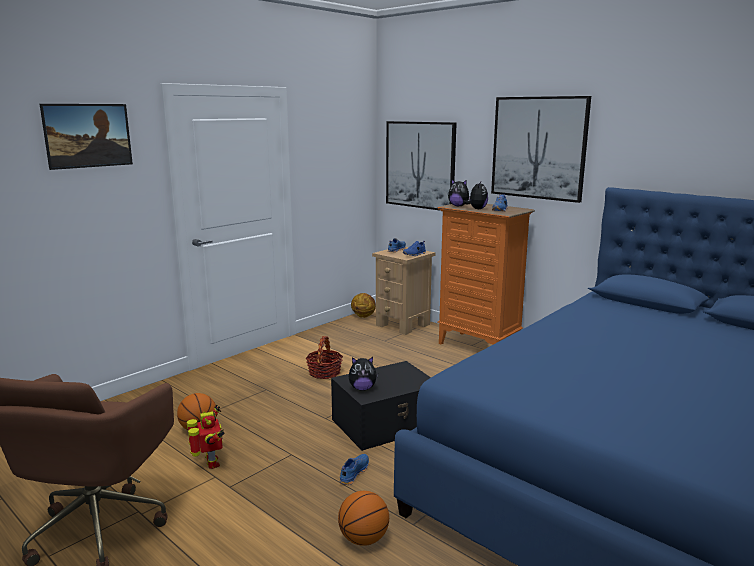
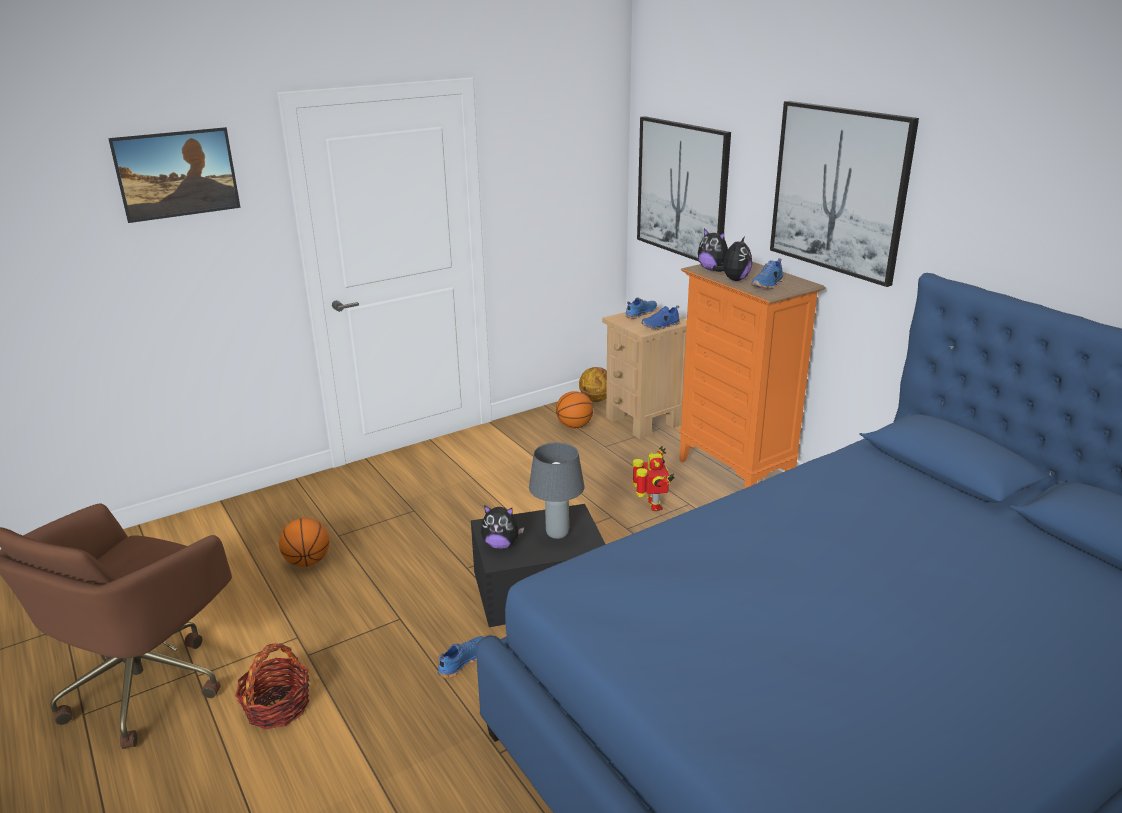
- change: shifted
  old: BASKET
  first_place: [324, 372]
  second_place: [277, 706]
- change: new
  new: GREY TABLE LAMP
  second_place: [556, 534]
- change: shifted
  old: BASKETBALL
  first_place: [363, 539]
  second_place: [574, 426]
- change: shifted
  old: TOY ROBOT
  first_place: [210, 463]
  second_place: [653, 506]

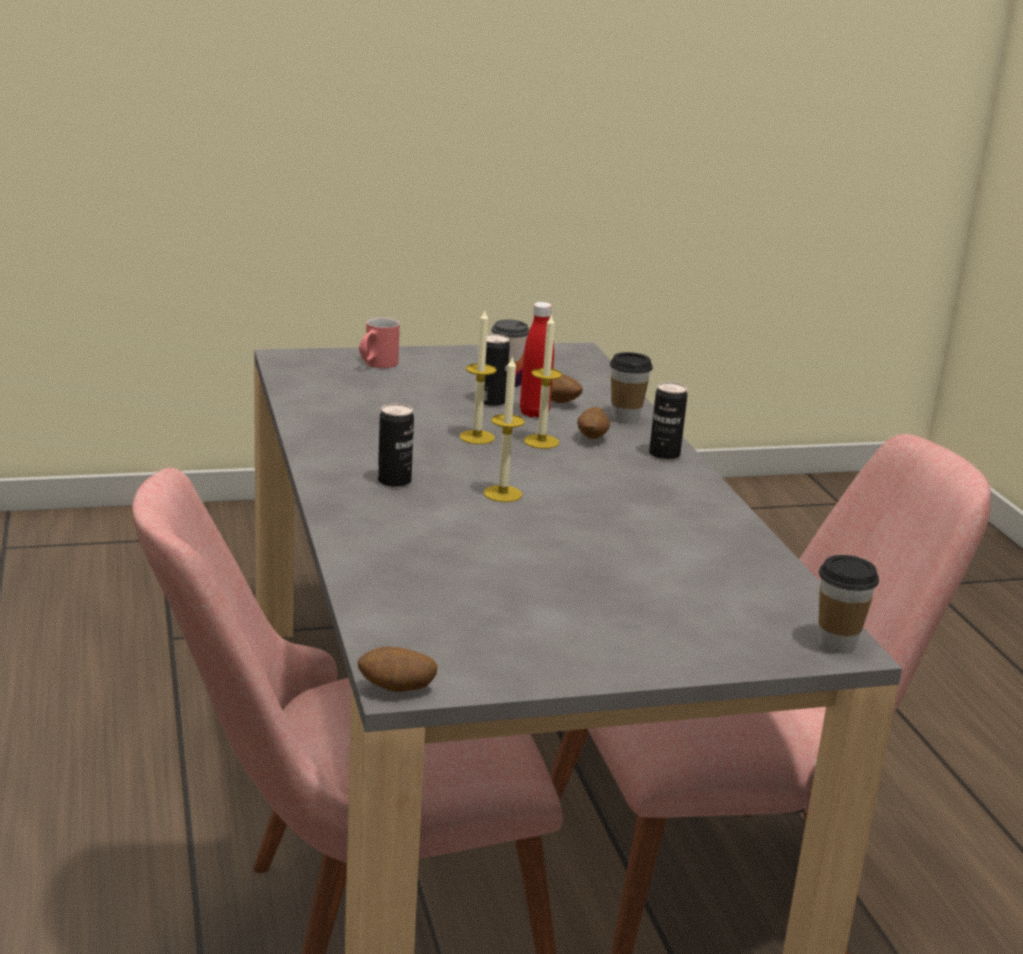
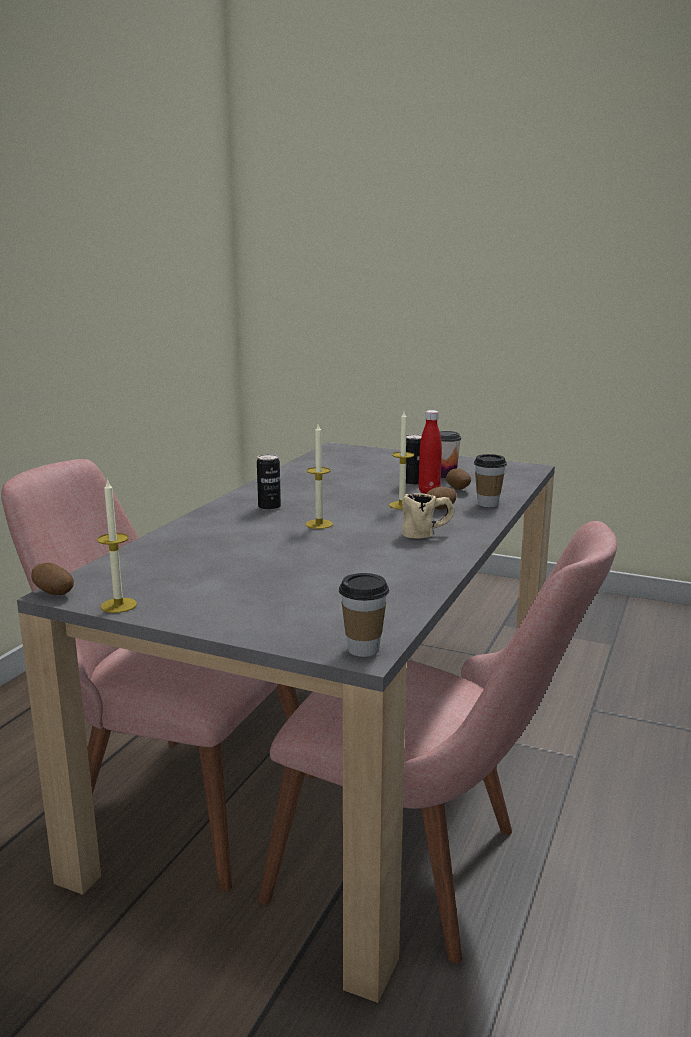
- change: shifted
  old: CANDLE
  first_place: [477, 437]
  second_place: [118, 605]
- change: new
  new: BEIGE MUG
  second_place: [427, 533]
- change: gone
  old: RED MUG
  first_place: [376, 365]
- change: gone
  old: CAN
  first_place: [664, 455]

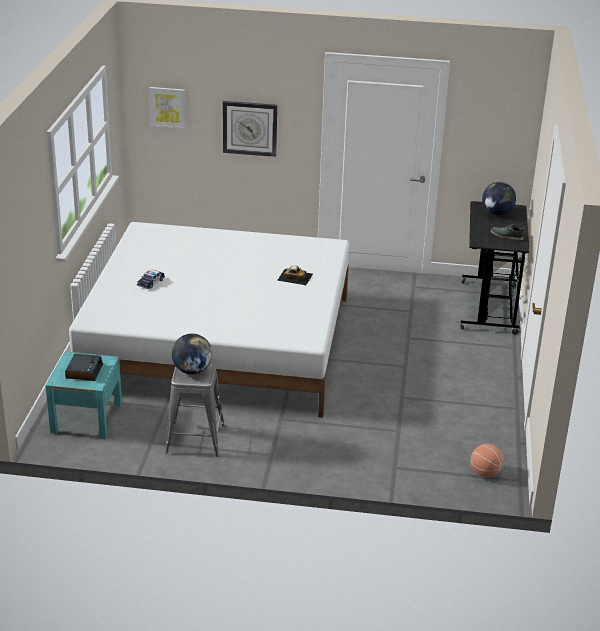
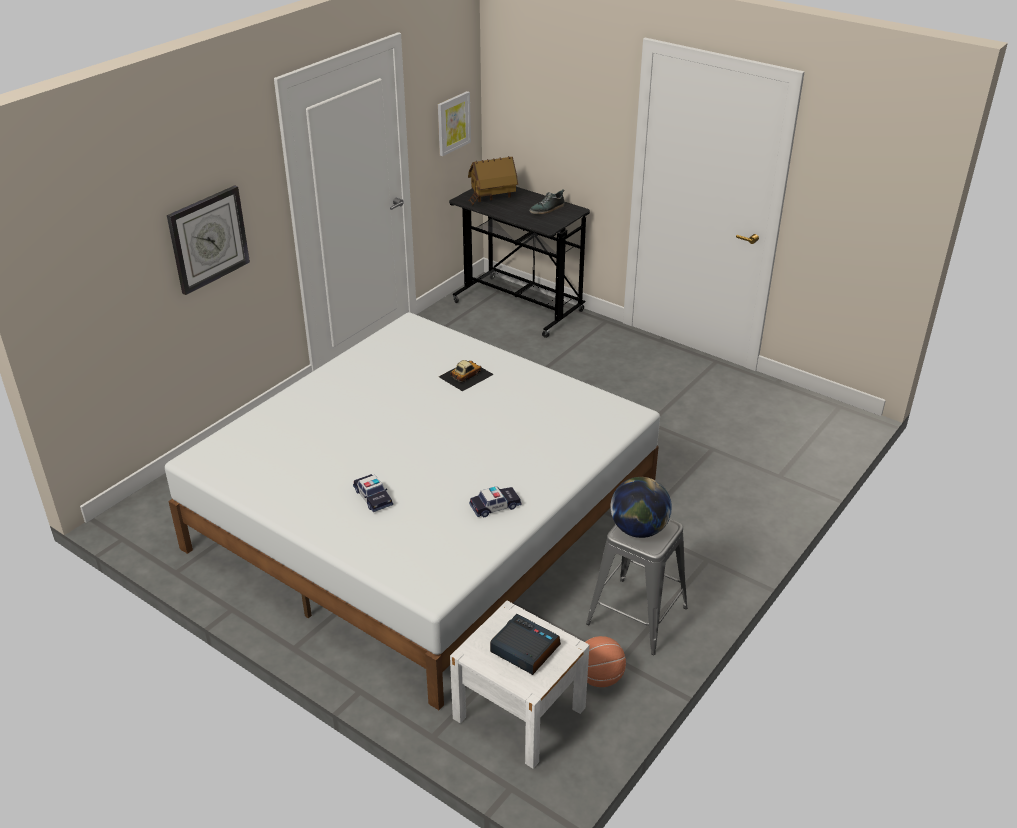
- change: shifted
  old: PICTURE
  first_place: [167, 107]
  second_place: [453, 123]
- change: repainted
  old: TURQUOISE NIGHTSTAND
  new: WHITE NIGHTSTAND
  first_place: [86, 418]
  second_place: [519, 713]
- change: swapped
  old: GLOBE
  new: TOY HOUSE
  first_place: [497, 213]
  second_place: [492, 197]
- change: new
  new: TOY CAR
  second_place: [495, 506]
- change: shifted
  old: BASKETBALL
  first_place: [485, 473]
  second_place: [600, 677]

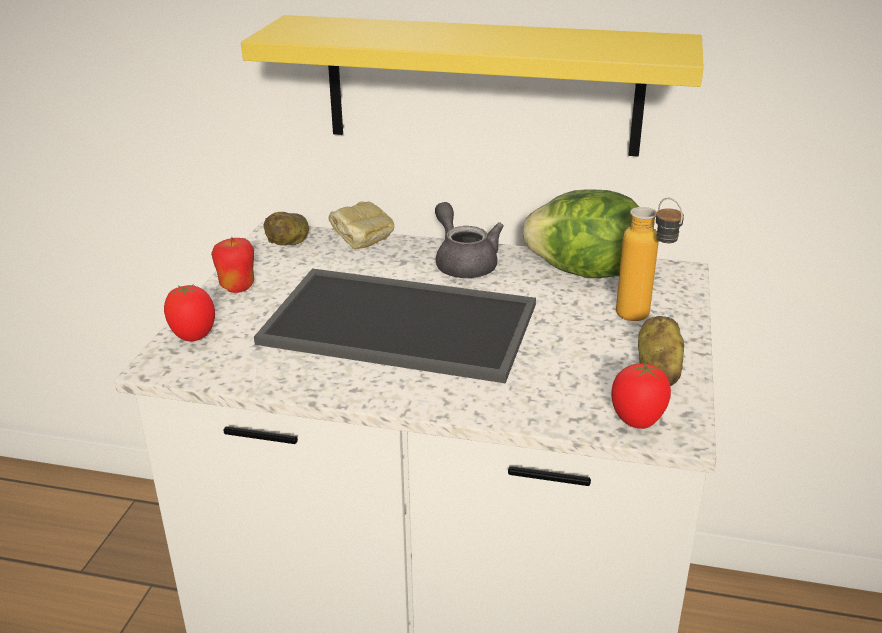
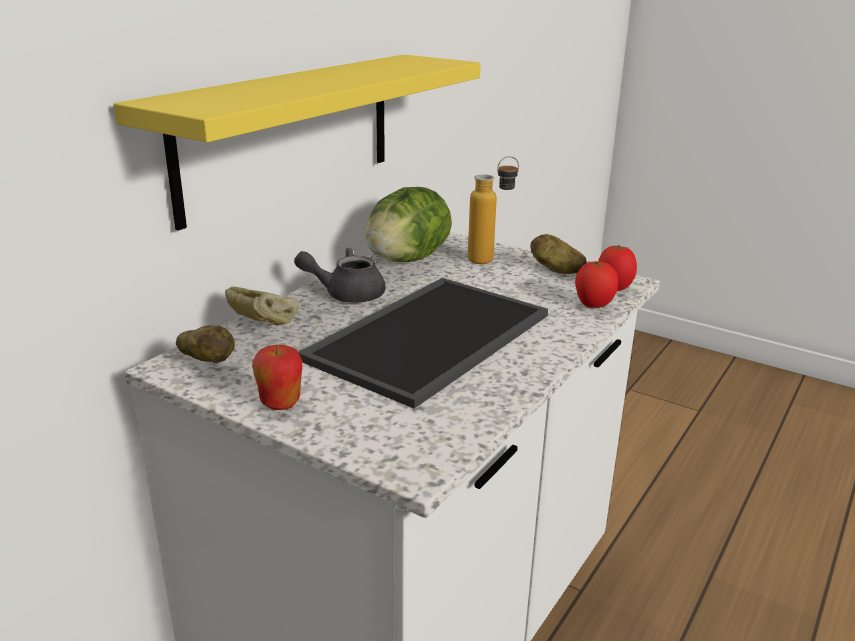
- change: shifted
  old: TOMATO
  first_place: [194, 337]
  second_place: [593, 306]

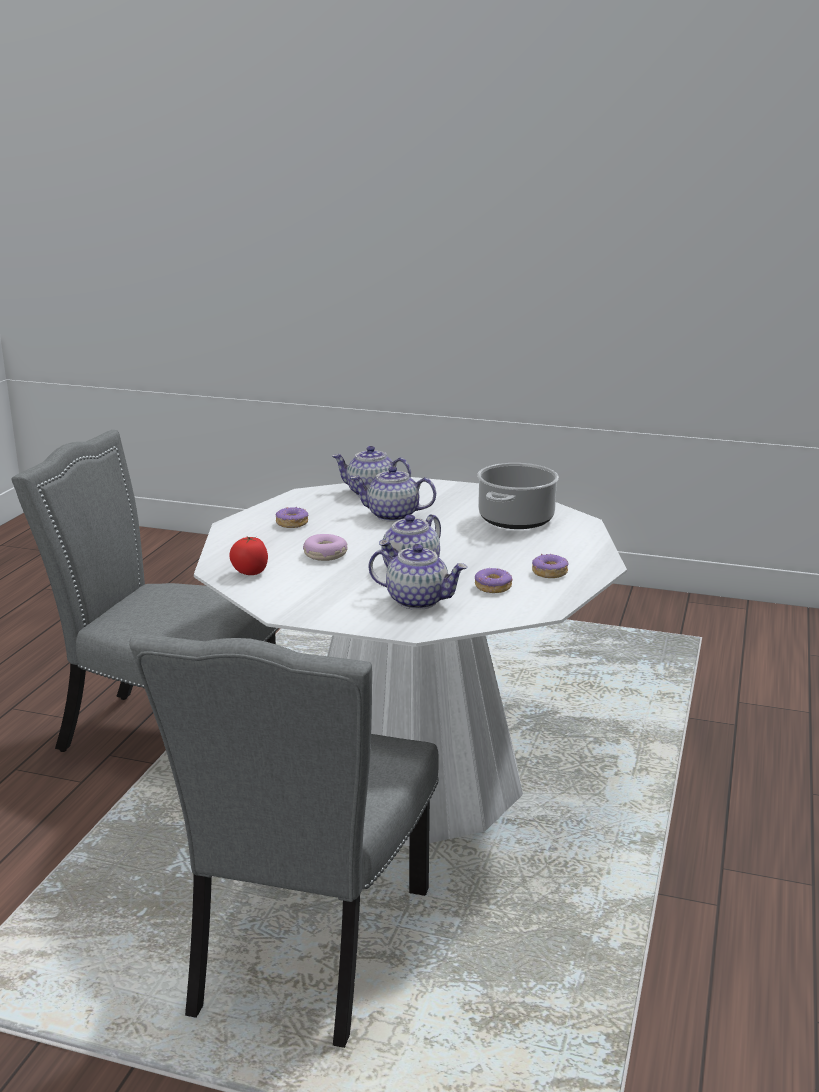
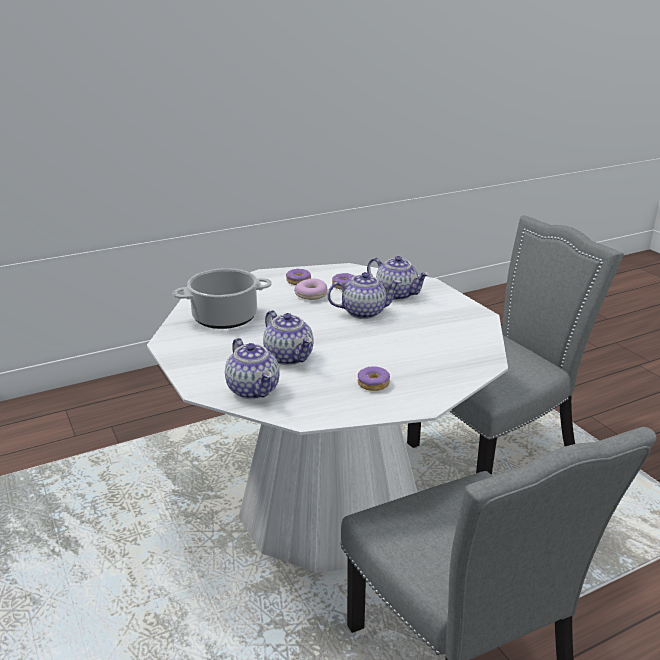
- change: shifted
  old: DONUT
  first_place: [325, 555]
  second_place: [311, 295]
- change: rotated
  old: TEAPOT
  first_place: [418, 600]
  second_place: [397, 294]
  degrees: 150
- change: gone
  old: TOMATO
  first_place: [249, 573]

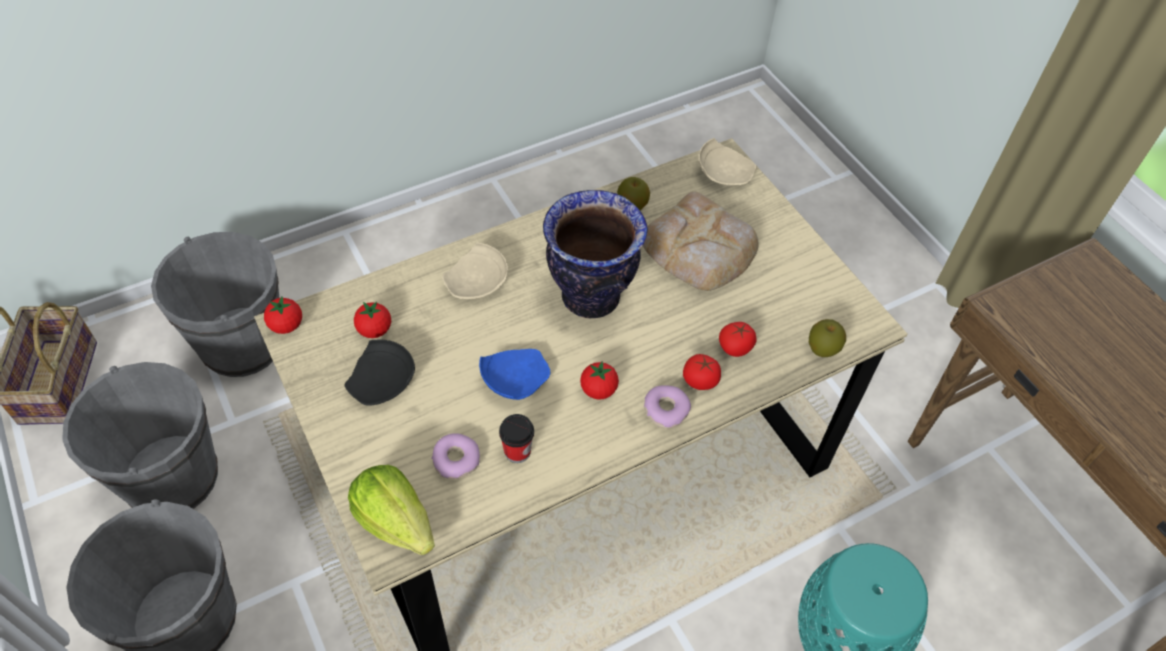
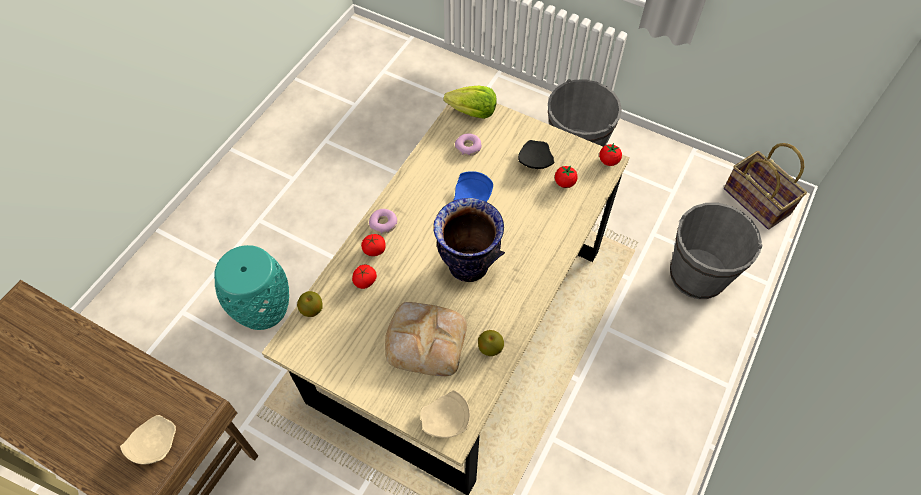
- change: shifted
  old: BEIGE PLATE
  first_place: [477, 283]
  second_place: [153, 444]
- change: gone
  old: GREY BUCKET
  first_place: [172, 477]
- change: gone
  old: CUP
  first_place: [517, 451]
- change: gone
  old: TOMATO
  first_place: [598, 390]

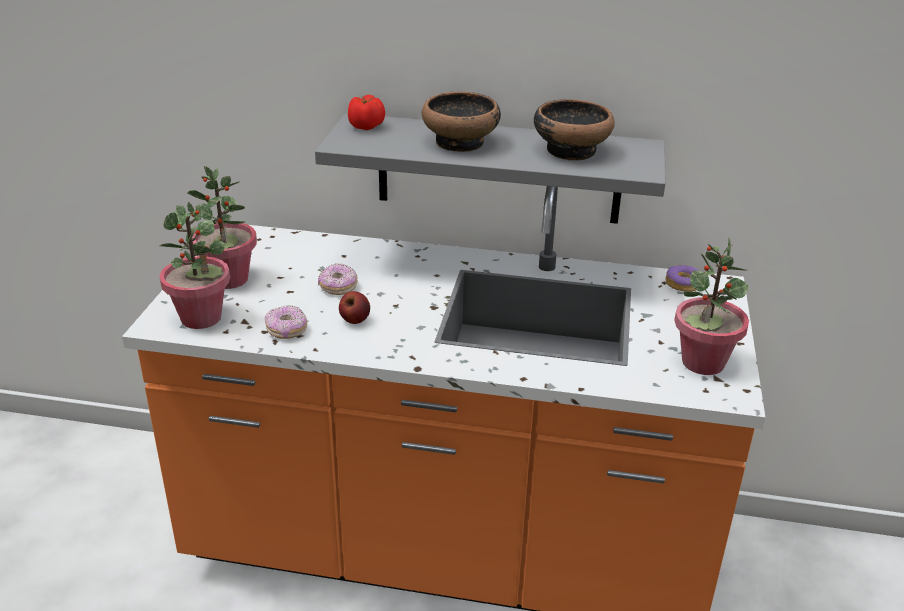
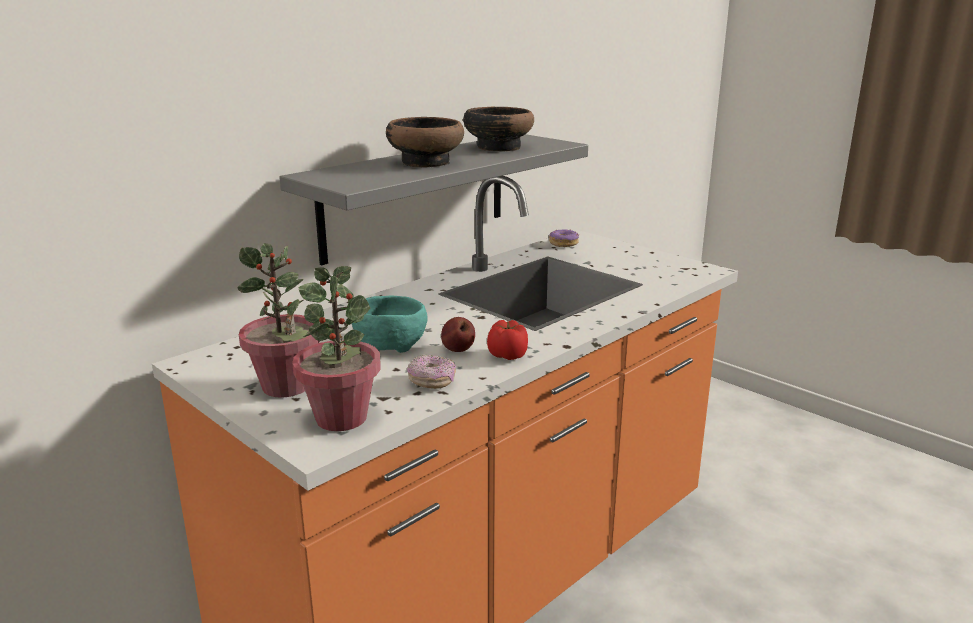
- change: swapped
  old: DONUT
  new: TURQUOISE BOWL
  first_place: [338, 287]
  second_place: [389, 342]
- change: shifted
  old: TOMATO
  first_place: [367, 126]
  second_place: [508, 355]
- change: gone
  old: POTTED PLANT
  first_place: [702, 363]

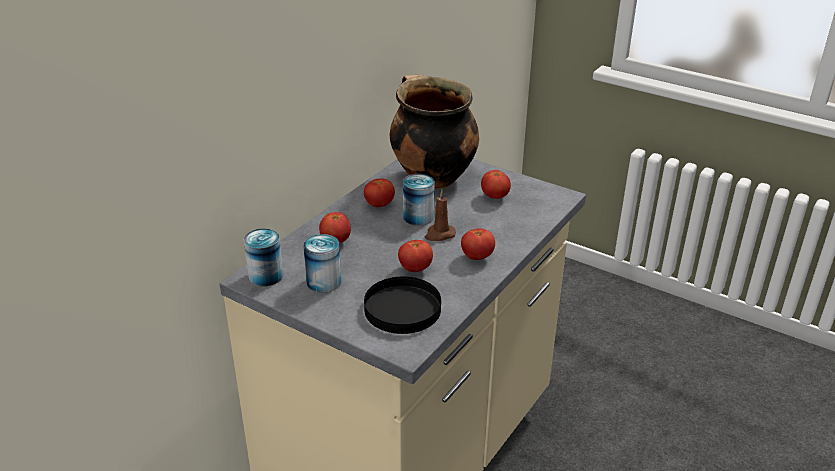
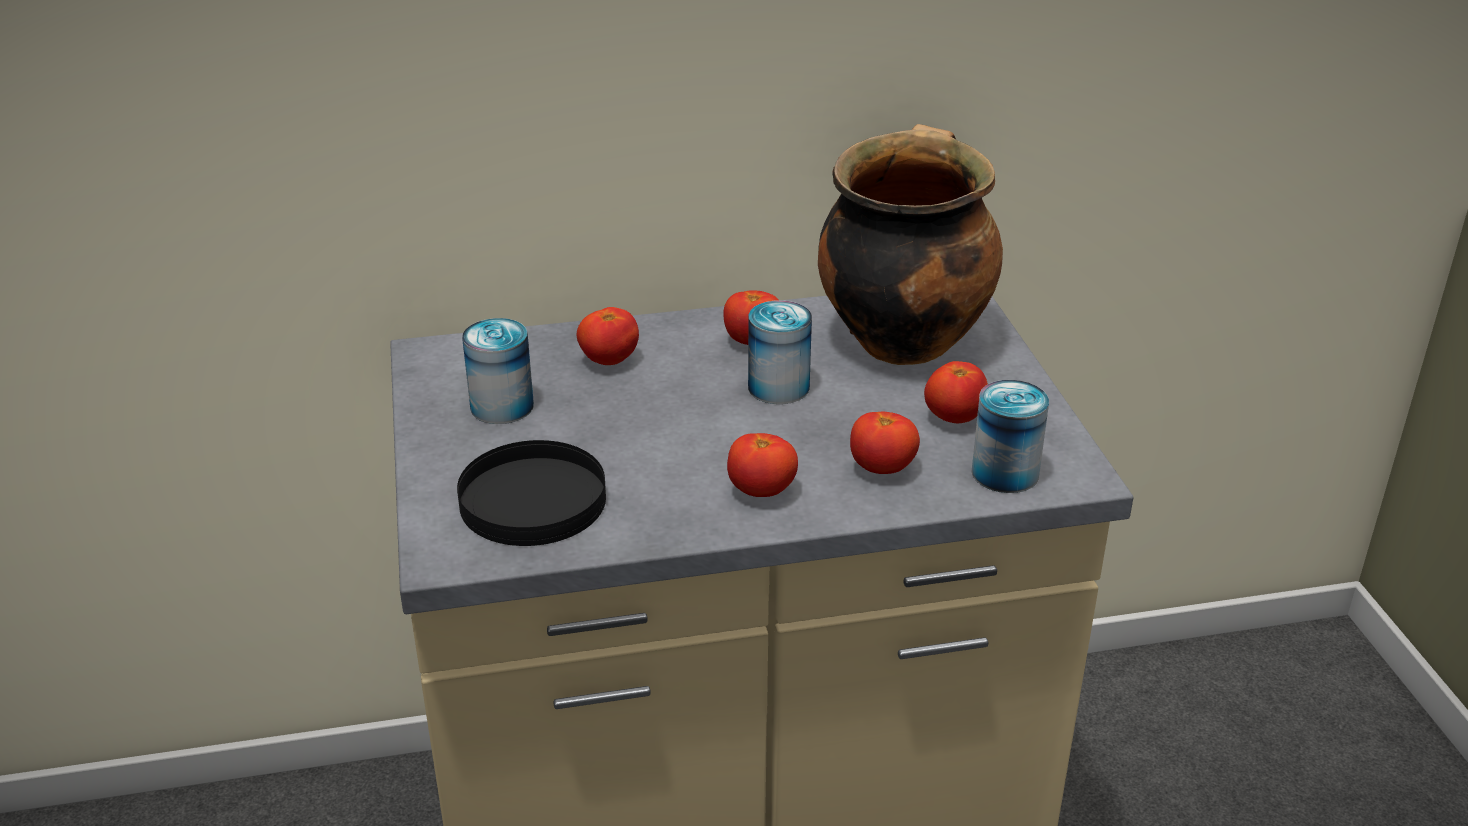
- change: shifted
  old: TOMATO
  first_place: [415, 269]
  second_place: [882, 469]
- change: shifted
  old: CAN
  first_place: [265, 276]
  second_place: [1005, 473]
- change: gone
  old: BROWN CANDLE
  first_place: [439, 234]

